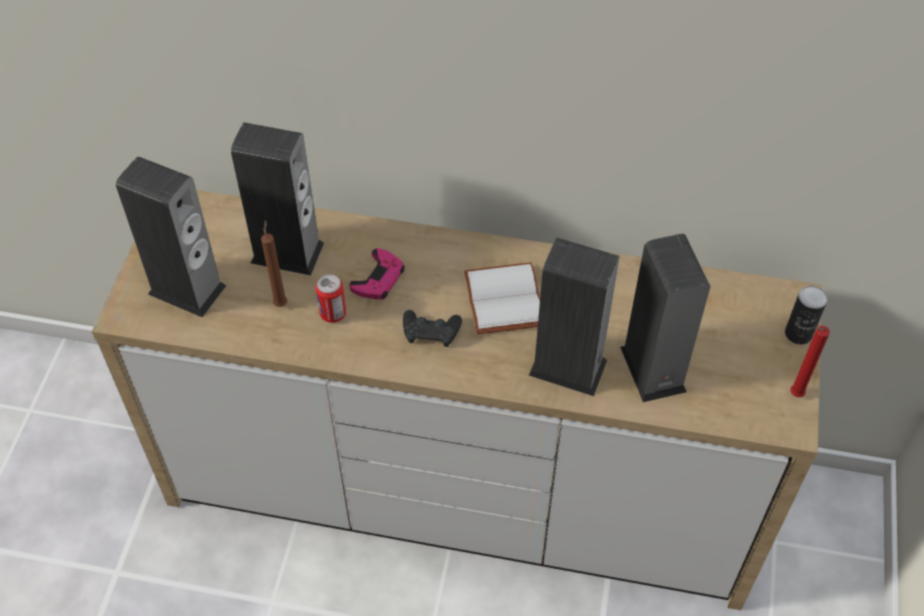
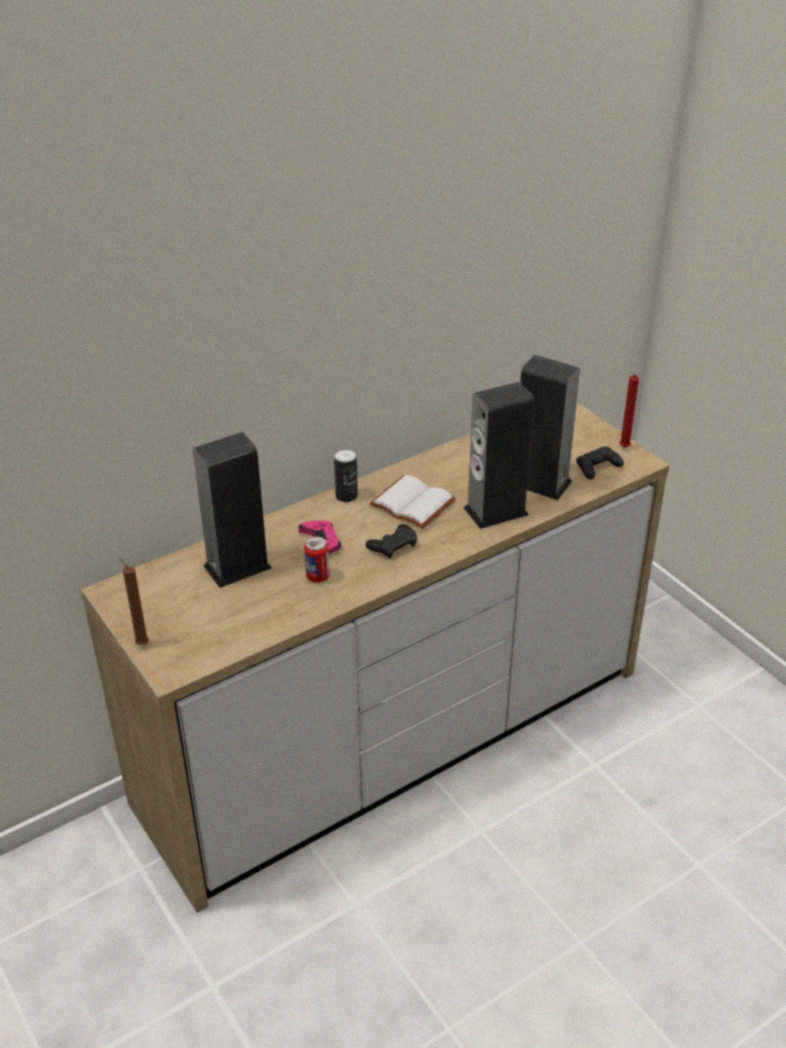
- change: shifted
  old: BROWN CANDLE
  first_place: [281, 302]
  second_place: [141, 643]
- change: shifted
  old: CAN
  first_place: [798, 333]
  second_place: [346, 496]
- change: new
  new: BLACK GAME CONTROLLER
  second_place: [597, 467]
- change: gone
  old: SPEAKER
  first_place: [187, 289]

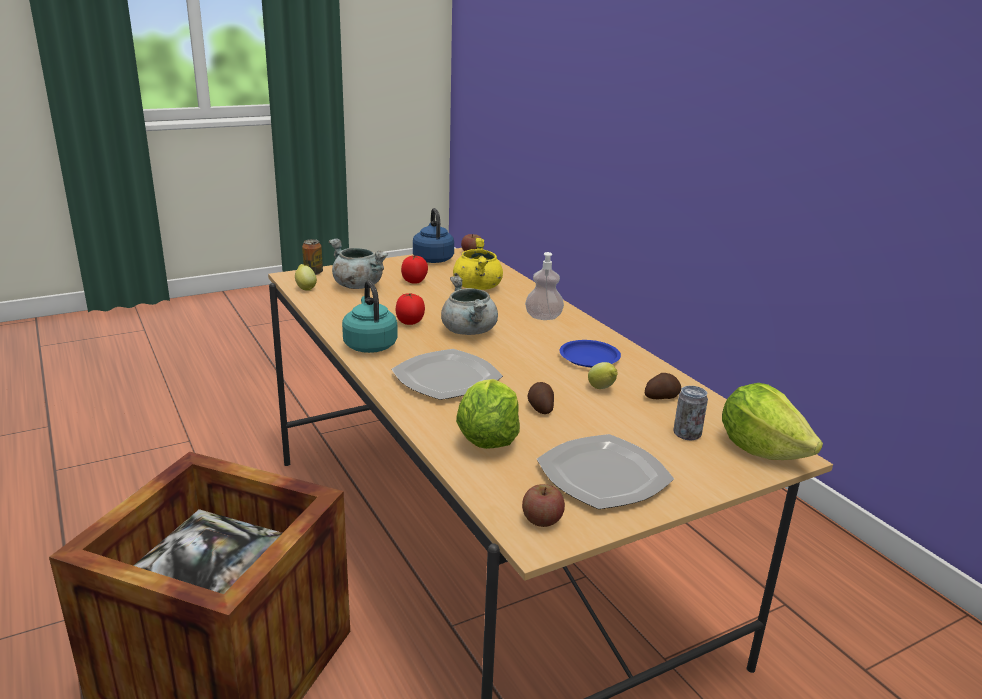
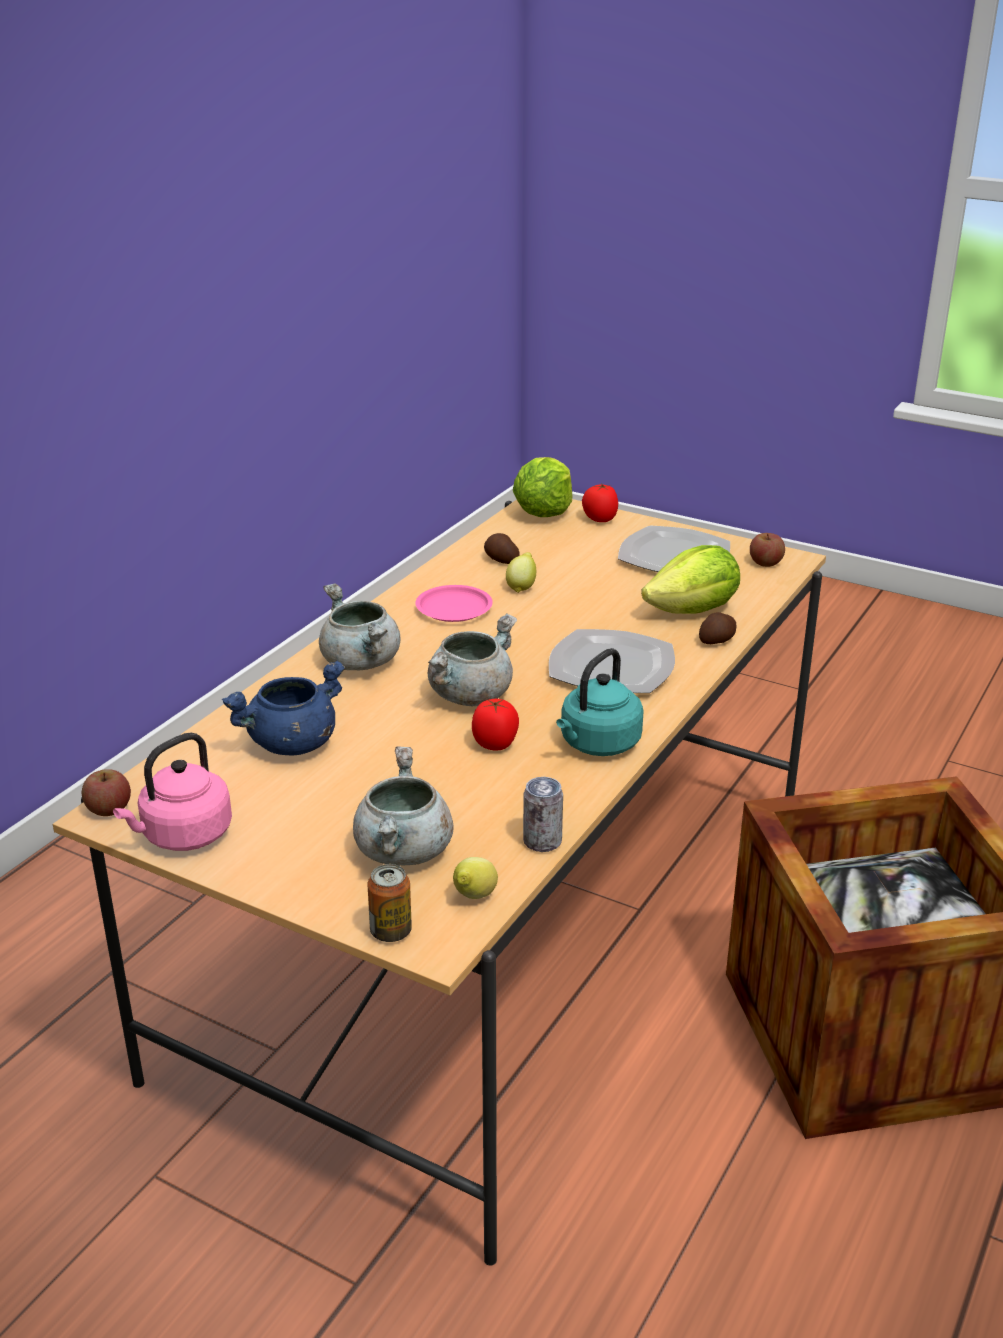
- change: repainted
  old: BLUE KETTLE
  new: PINK KETTLE
  first_place: [433, 259]
  second_place: [183, 836]
- change: repainted
  old: YELLOW COOKING POT
  new: BLUE COOKING POT
  first_place: [477, 287]
  second_place: [292, 744]
- change: swapped
  old: SOAP DISPENSER
  new: GREY COOKING POT
  first_place: [543, 317]
  second_place: [361, 663]
- change: repainted
  old: BLUE PLATE
  new: PINK PLATE
  first_place: [589, 358]
  second_place: [454, 608]
- change: shifted
  old: CAN
  first_place: [687, 434]
  second_place: [542, 842]
- change: shifted
  old: TOMATO
  first_place: [414, 281]
  second_place: [599, 520]
- change: shifted
  old: POTATO
  first_place: [540, 408]
  second_place: [718, 641]

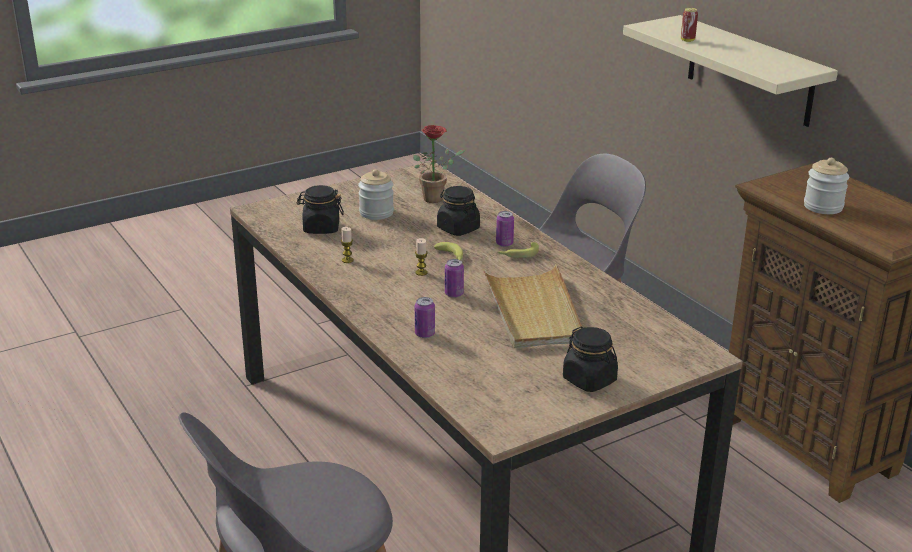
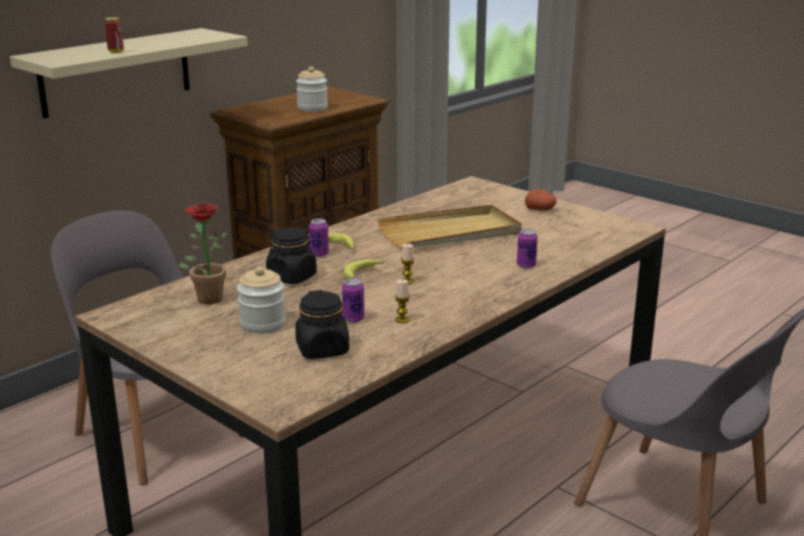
- change: shifted
  old: CAN
  first_place: [454, 294]
  second_place: [353, 319]
- change: swapped
  old: BLACK JAR
  new: POTATO
  first_place: [589, 380]
  second_place: [540, 209]

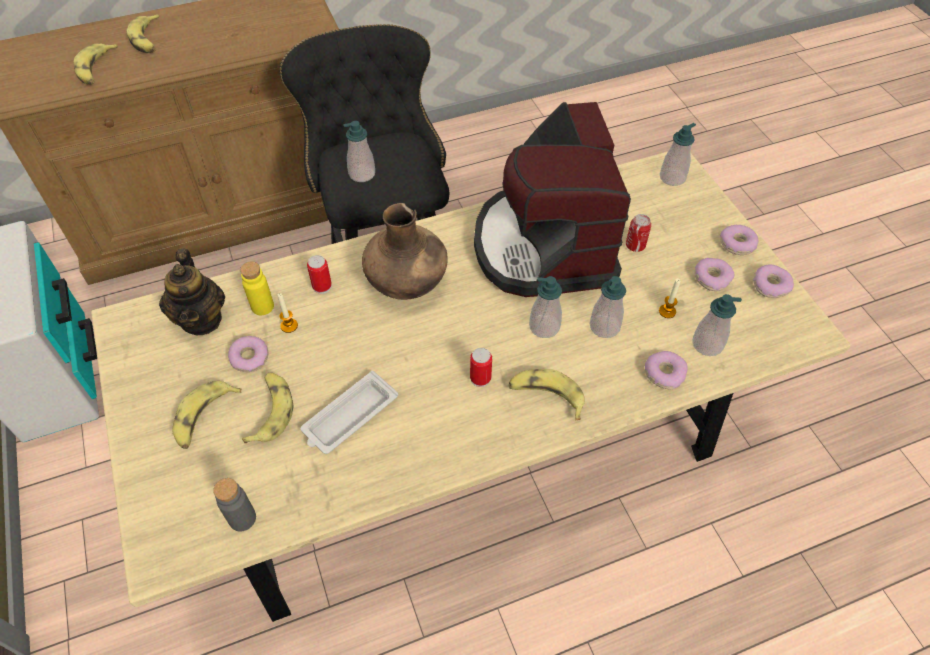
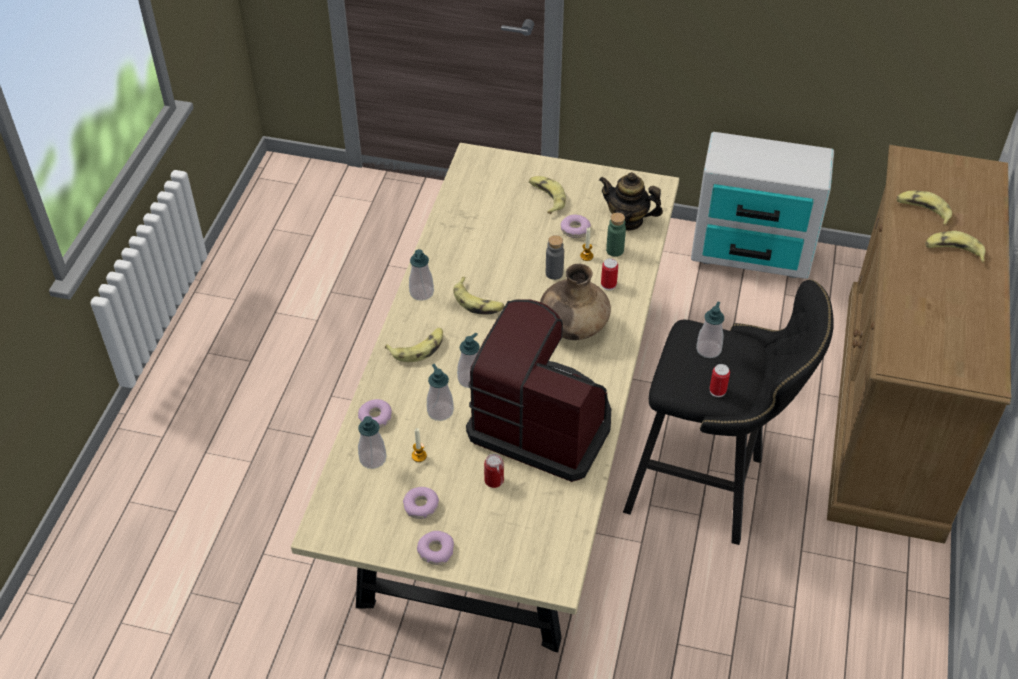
- change: shifted
  old: SOAP DISPENSER
  first_place: [672, 177]
  second_place: [421, 292]
- change: shifted
  old: BANANA
  first_place: [271, 411]
  second_place: [478, 302]
- change: shifted
  old: GREY BOTTLE
  first_place: [242, 518]
  second_place: [554, 273]
- change: repainted
  old: YELLOW BOTTLE
  new: GREEN BOTTLE
  first_place: [262, 306]
  second_place: [615, 250]
- change: shifted
  old: CAN
  first_place: [480, 378]
  second_place: [717, 391]
- change: gone
  old: WHITE TRAY
  first_place: [349, 417]
- change: gone
  old: DONUT
  first_place: [770, 285]

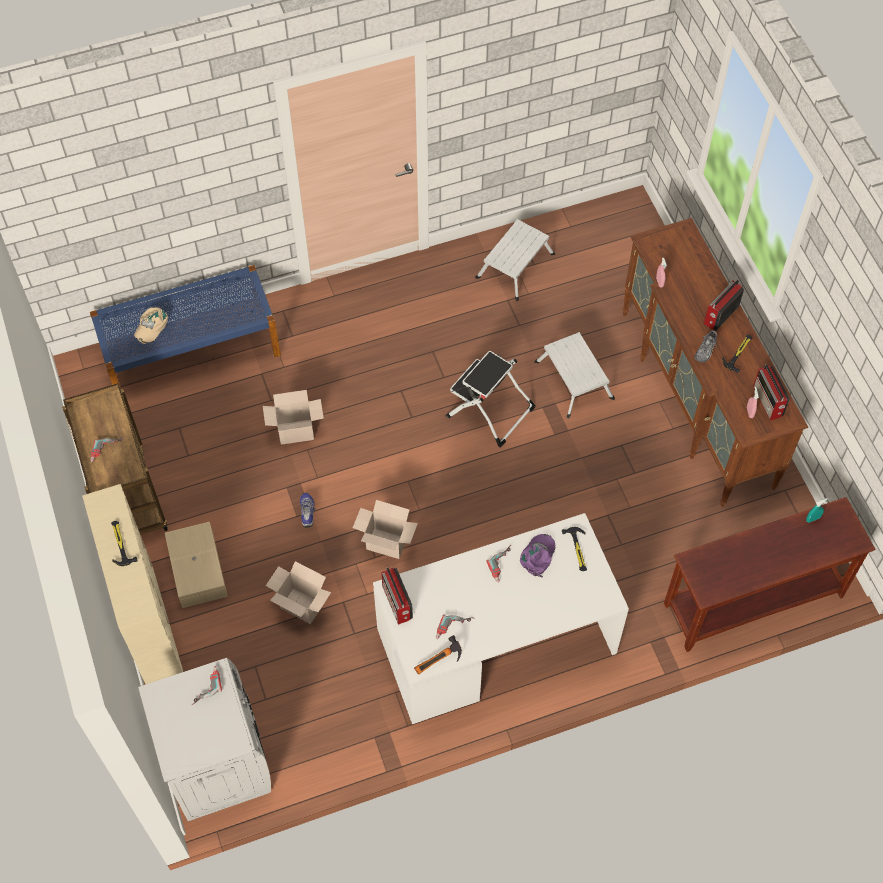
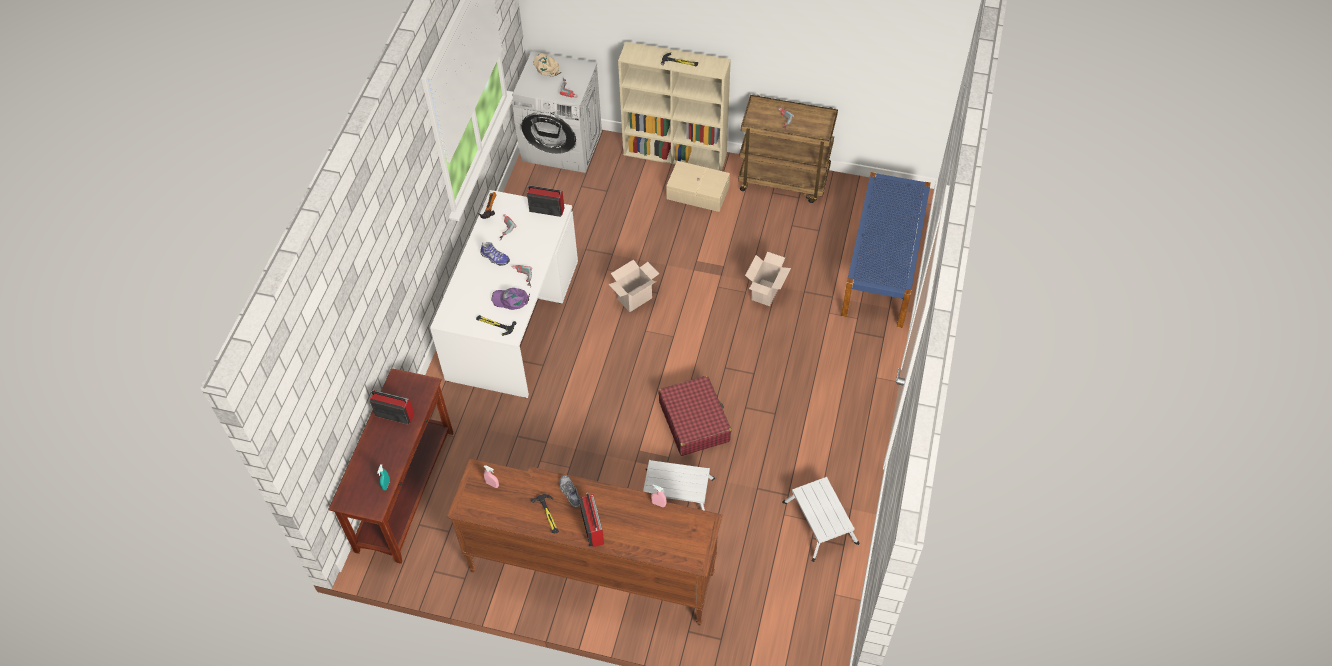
- change: shifted
  old: RADIO
  first_place: [768, 402]
  second_place: [393, 414]
- change: shifted
  old: SHOE
  first_place: [308, 512]
  second_place: [494, 258]
- change: rotated
  old: PURPLE CAP
  first_place: [538, 556]
  second_place: [511, 300]
  degrees: 135
- change: shifted
  old: BEIGE CAP
  first_place: [151, 326]
  second_place: [546, 67]
- change: swapped
  old: STEP LADDER
  new: RED SUITCASE
  first_place: [490, 408]
  second_place: [694, 421]
- change: gone
  old: CARDBOARD BOX
  first_place: [300, 606]

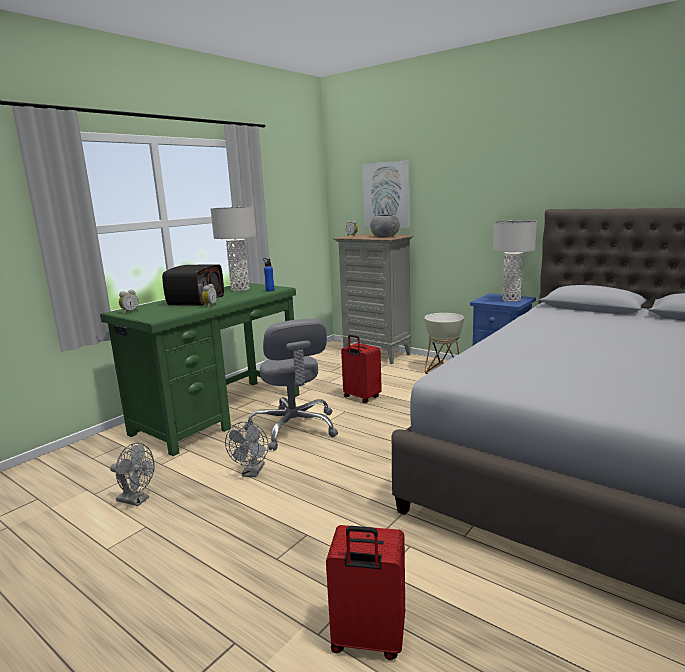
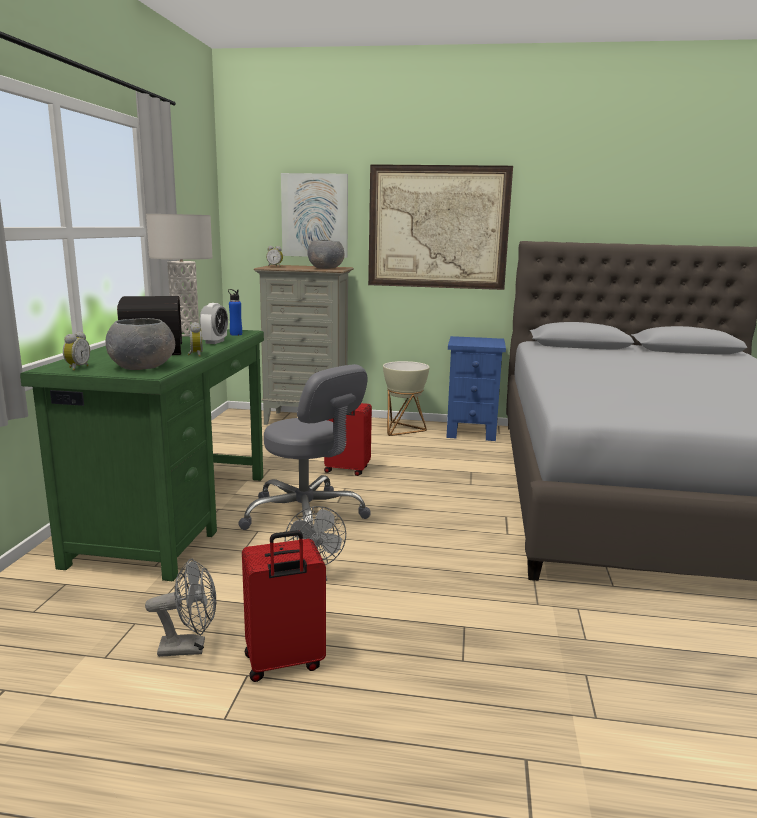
- change: new
  new: GREY BOWL
  second_place: [143, 367]
- change: new
  new: ALARM CLOCK
  second_place: [214, 342]
- change: shifted
  old: RED SUITCASE
  first_place: [368, 640]
  second_place: [284, 663]
- change: new
  new: PICTURE
  second_place: [438, 227]
- change: gone
  old: WHITE TABLE LAMP
  first_place: [511, 300]

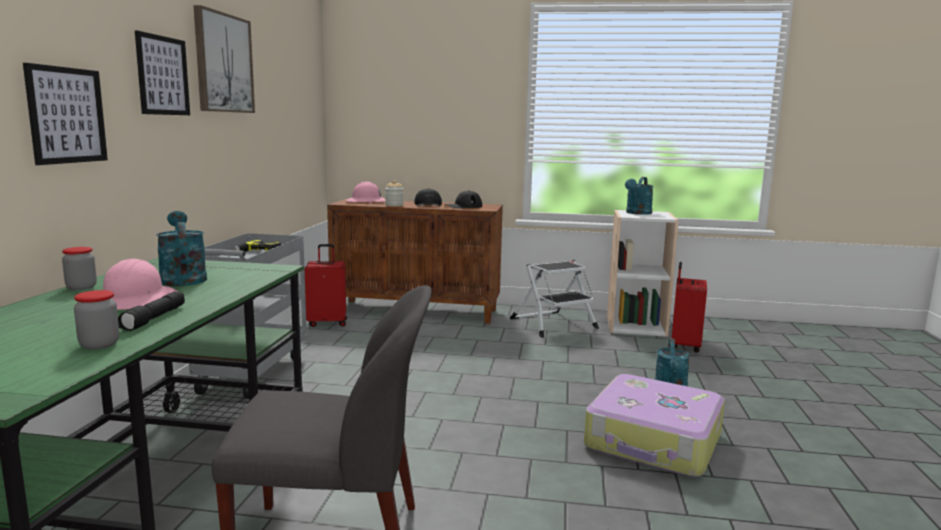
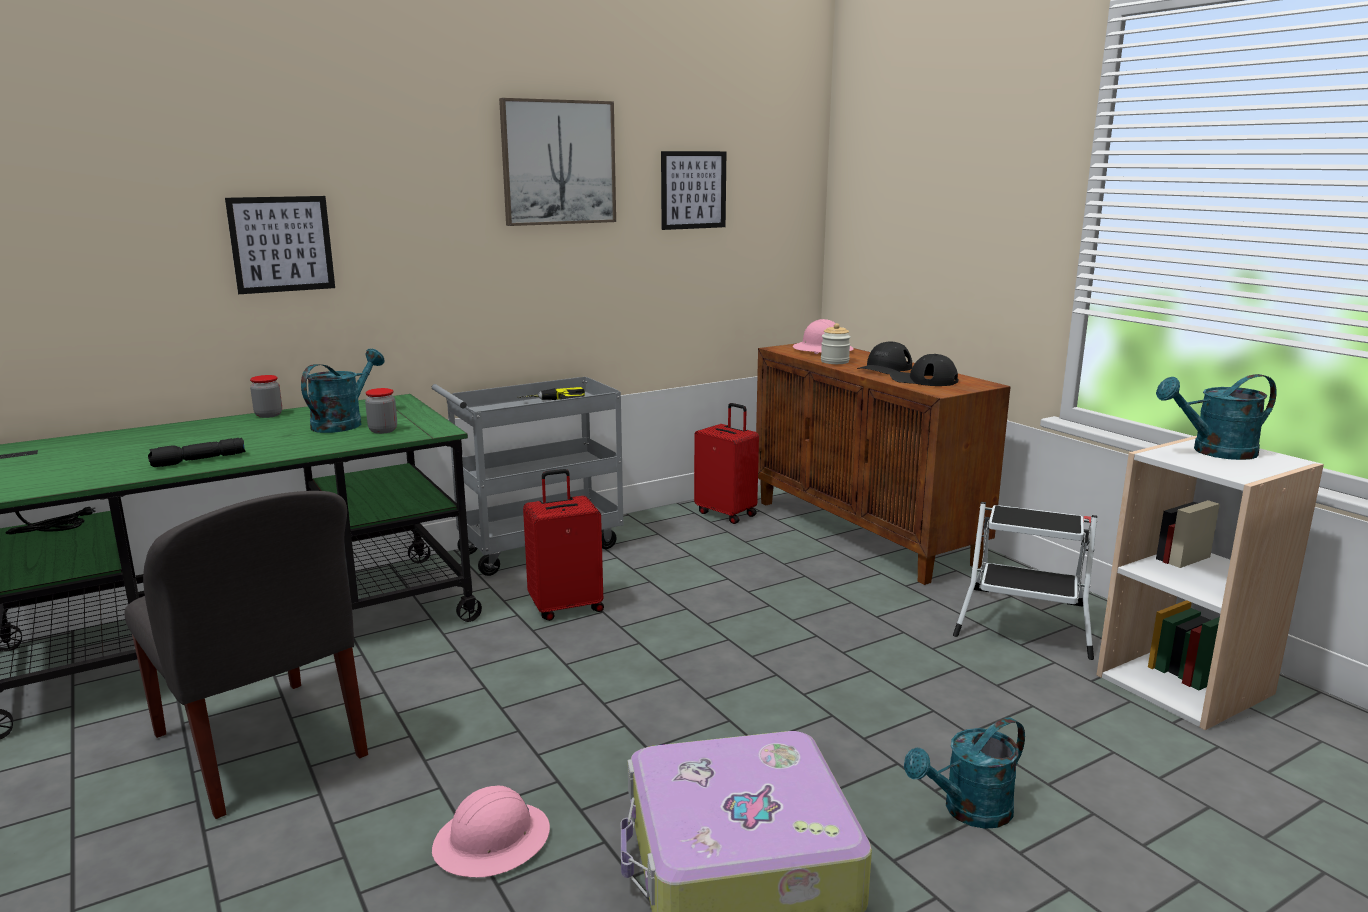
- change: shifted
  old: JAR
  first_place: [99, 345]
  second_place: [383, 430]
- change: shifted
  old: PINK HARD HAT
  first_place: [135, 300]
  second_place: [492, 842]
- change: shifted
  old: RED SUITCASE
  first_place: [684, 346]
  second_place: [566, 607]
- change: shifted
  old: PICTURE
  first_place: [163, 75]
  second_place: [693, 190]

